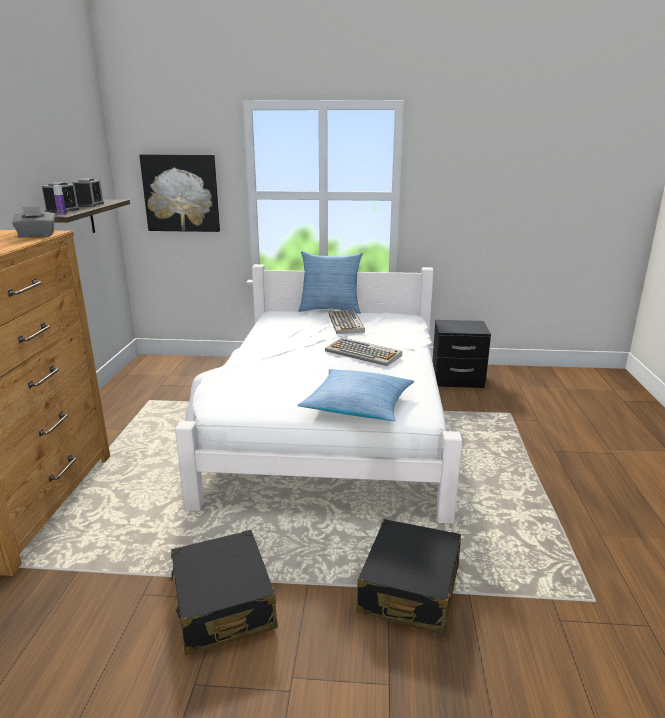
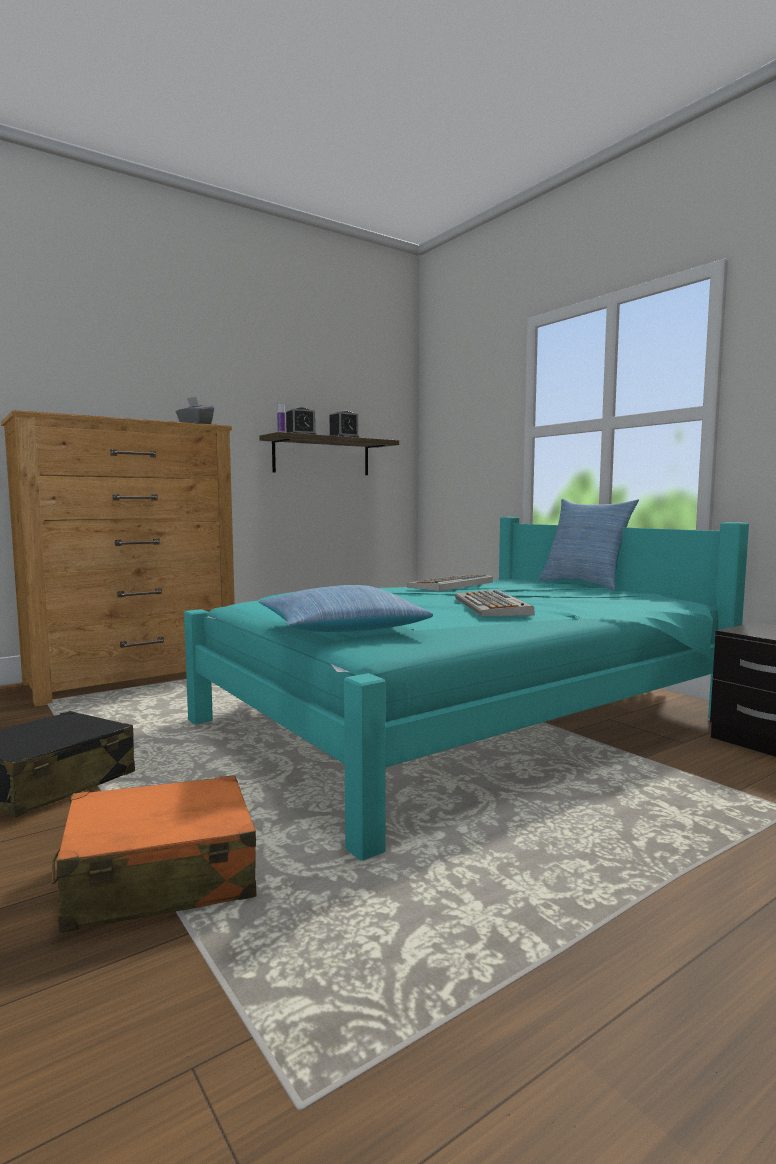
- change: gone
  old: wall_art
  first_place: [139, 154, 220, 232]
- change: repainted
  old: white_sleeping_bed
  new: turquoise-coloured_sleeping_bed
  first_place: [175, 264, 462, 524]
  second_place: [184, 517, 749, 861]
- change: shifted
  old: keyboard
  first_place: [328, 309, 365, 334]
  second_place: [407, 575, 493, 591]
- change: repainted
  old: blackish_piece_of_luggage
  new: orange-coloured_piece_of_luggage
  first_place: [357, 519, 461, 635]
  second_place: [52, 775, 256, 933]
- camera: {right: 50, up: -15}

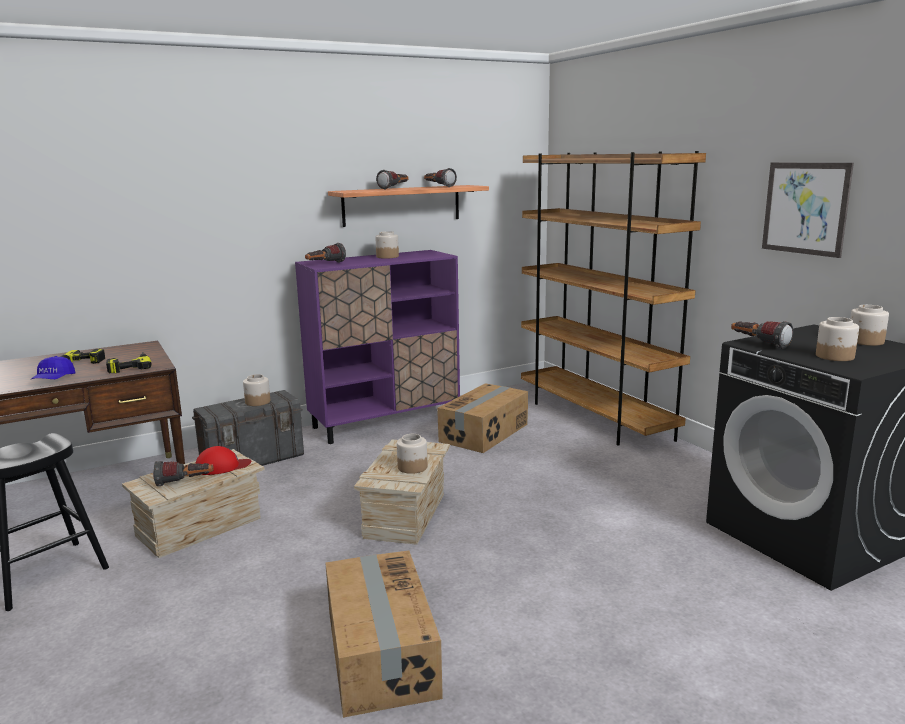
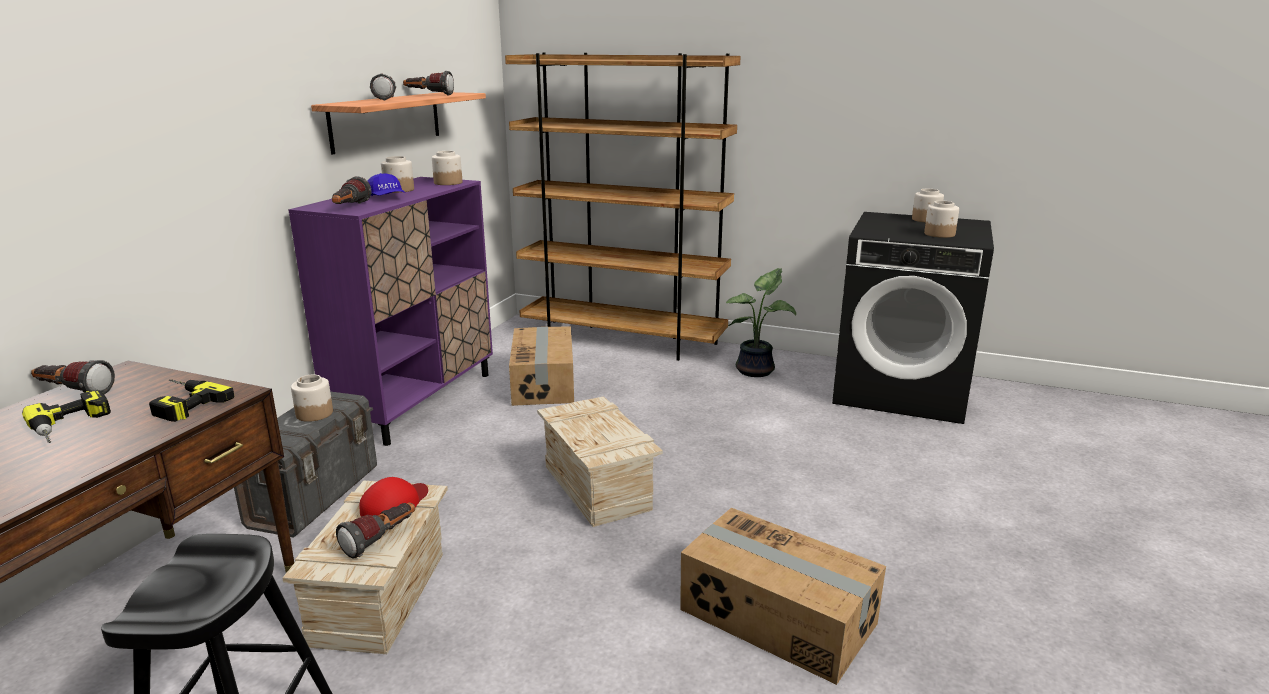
- change: shifted
  old: bluish_cap
  first_place: [31, 356, 76, 379]
  second_place: [368, 173, 405, 196]
- change: shifted
  old: preserve_jar
  first_place: [397, 434, 428, 474]
  second_place: [432, 151, 462, 185]
- change: shifted
  old: torch
  first_place: [731, 321, 793, 349]
  second_place: [31, 360, 115, 394]
- change: gone
  old: wall_art
  first_place: [762, 163, 854, 258]
- change: new
  new: potted_plant
  second_place: [726, 268, 796, 377]
- camera: {right: -40, up: 5}

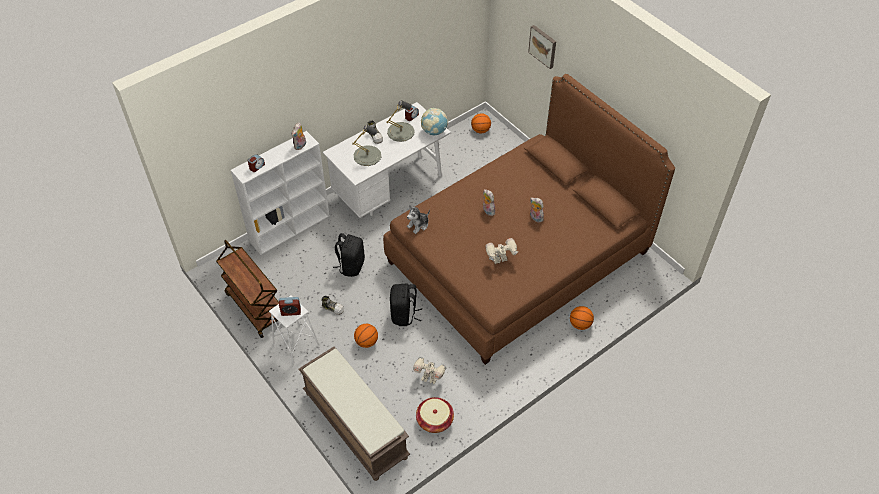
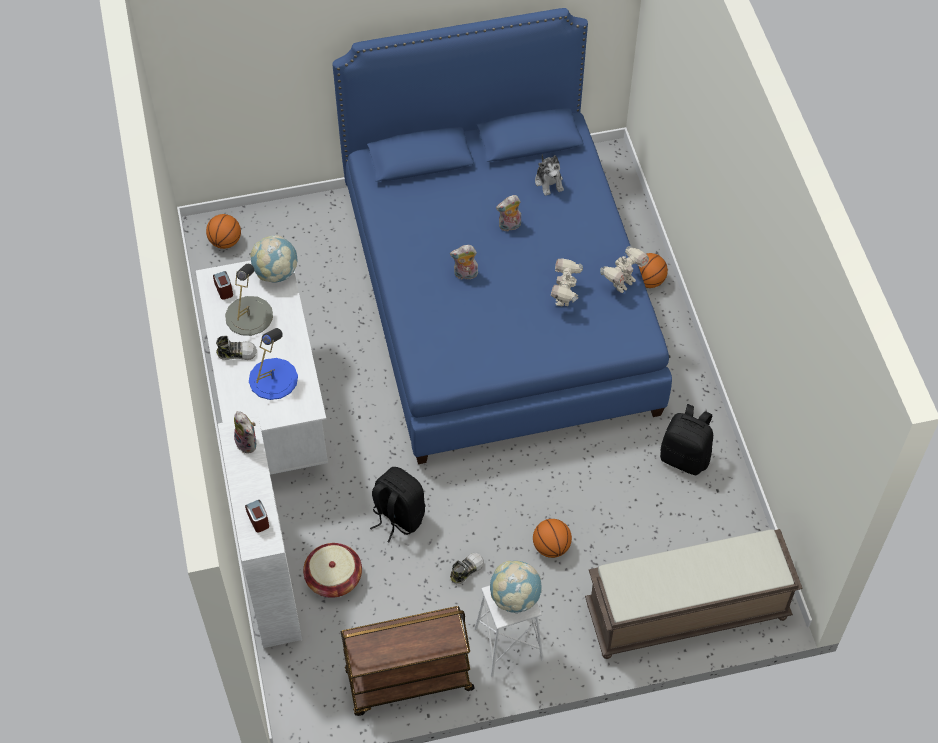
- change: swapped
  old: table_clock
  new: desk_globe
  first_place: [279, 297, 301, 316]
  second_place: [490, 561, 542, 614]
- change: repainted
  old: grey_table_lamp
  new: bluish_table_lamp
  first_place: [352, 125, 381, 166]
  second_place: [249, 328, 298, 400]
- change: repainted
  old: brown-coloured_sleeping_bed
  new: bluish_sleeping_bed
  first_place: [383, 74, 675, 365]
  second_place: [332, 8, 672, 464]
- change: shifted
  old: blackish_rucksack
  first_place: [390, 283, 422, 326]
  second_place: [660, 404, 713, 475]
- change: shifted
  old: cuddly_toy
  first_place: [407, 205, 430, 234]
  second_place: [535, 154, 564, 196]
- change: shifted
  old: model_robot
  first_place: [413, 357, 446, 384]
  second_place: [600, 246, 649, 293]
- change: shifted
  old: storage_basket
  first_place: [416, 397, 454, 433]
  second_place: [303, 543, 362, 598]
- change: gone
  old: wall_art
  first_place: [528, 25, 556, 69]
- camera: {right: -65, up: 5}

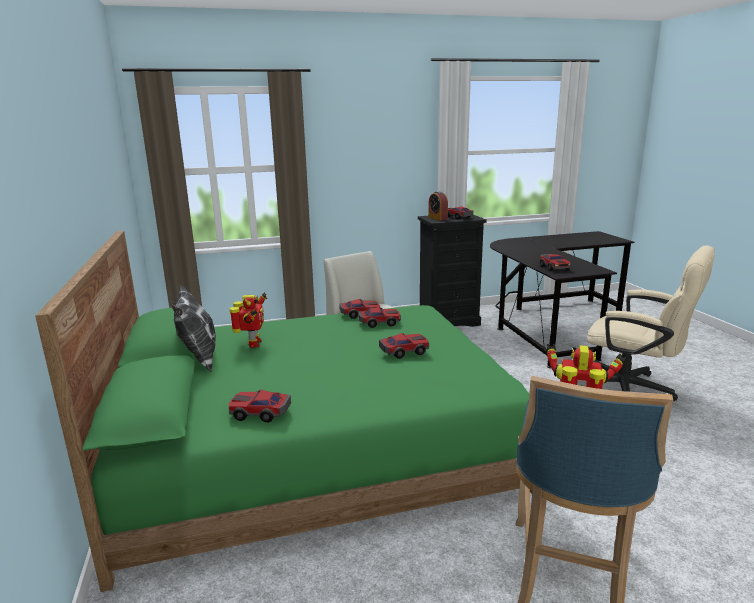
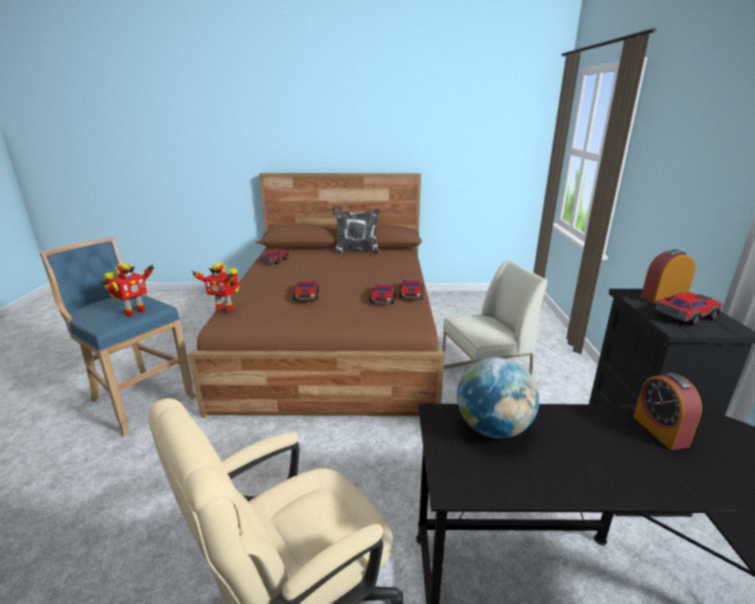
- change: repainted
  old: green-coloured_sleeping_bed
  new: brown-coloured_sleeping_bed
  first_place: [35, 231, 532, 592]
  second_place: [188, 173, 445, 418]
- change: shifted
  old: model_robot
  first_place: [230, 292, 267, 348]
  second_place: [192, 263, 240, 312]
- change: swapped
  old: miniature_car
  new: desk_globe
  first_place: [540, 254, 571, 271]
  second_place: [457, 357, 539, 438]
- change: new
  new: table_clock
  second_place: [633, 373, 702, 450]
- camera: {right: 105, up: 5}

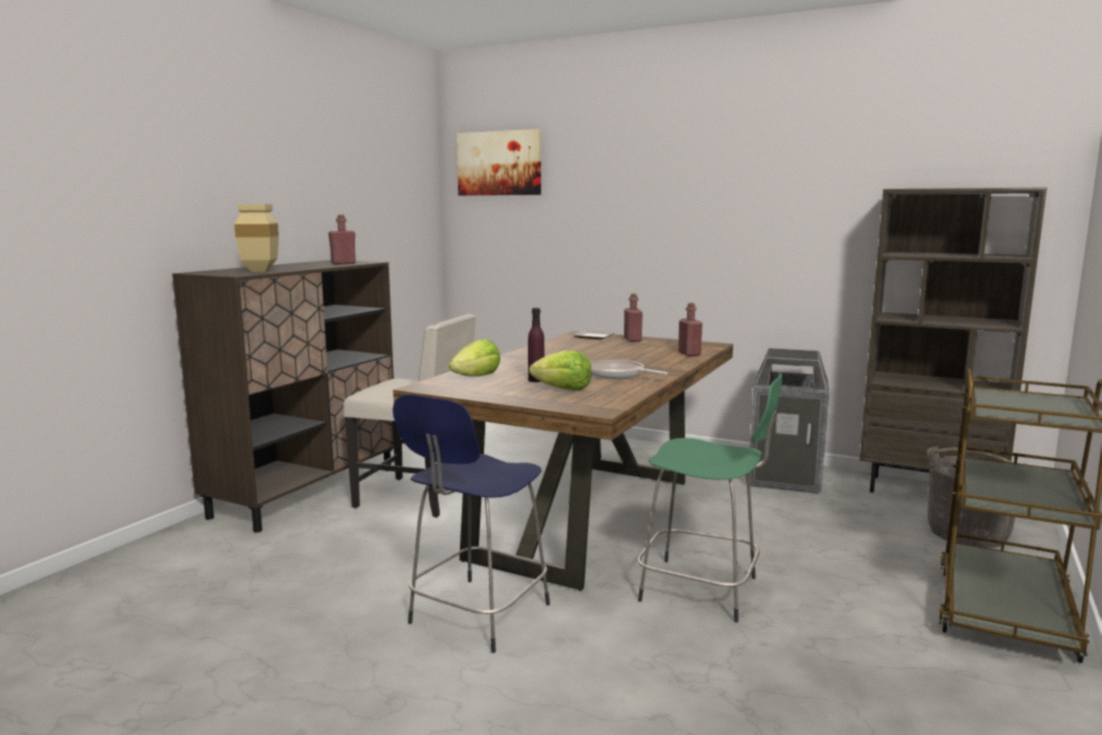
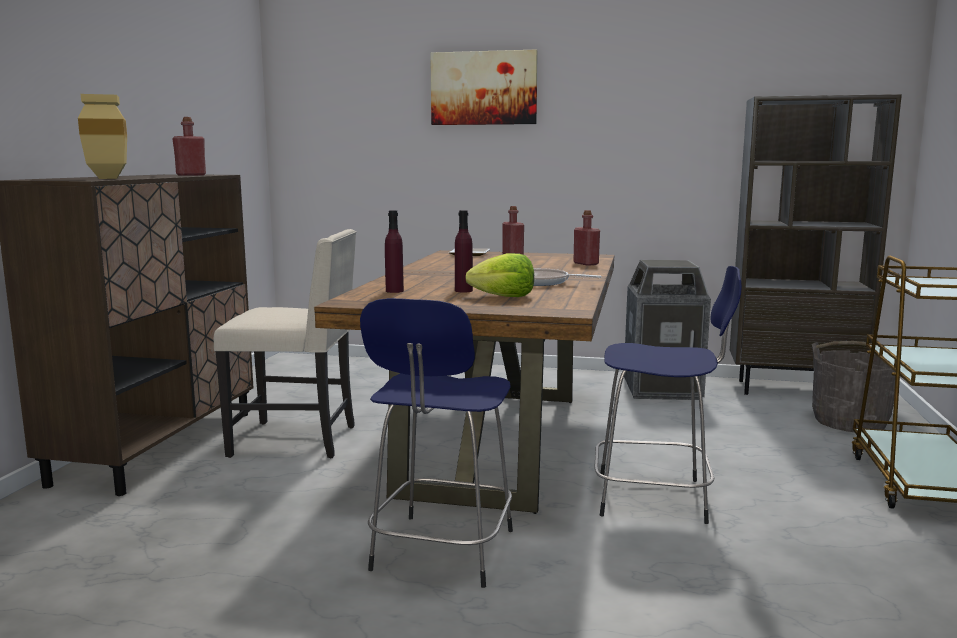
- change: swapped
  old: lettuce
  new: purplish_bottle
  first_place: [449, 339, 500, 377]
  second_place: [385, 210, 404, 293]
- change: shifted
  old: wall_art
  first_place: [457, 129, 541, 196]
  second_place: [430, 49, 538, 125]
- change: repainted
  old: green-coloured_sitting_stool
  new: bluish_sitting_stool
  first_place: [638, 373, 783, 623]
  second_place: [594, 266, 742, 524]
- camera: {right: -15, up: 0}

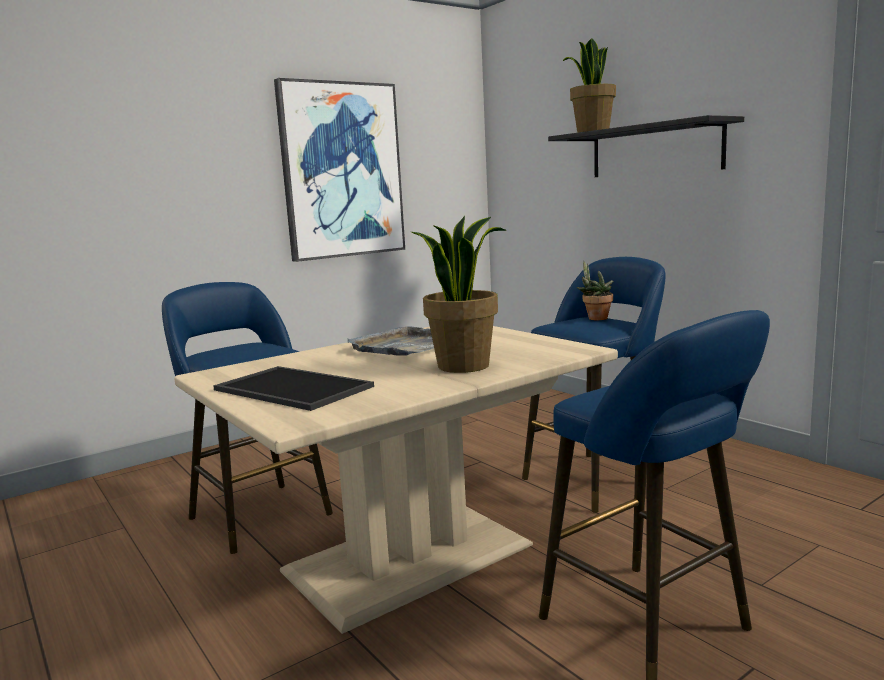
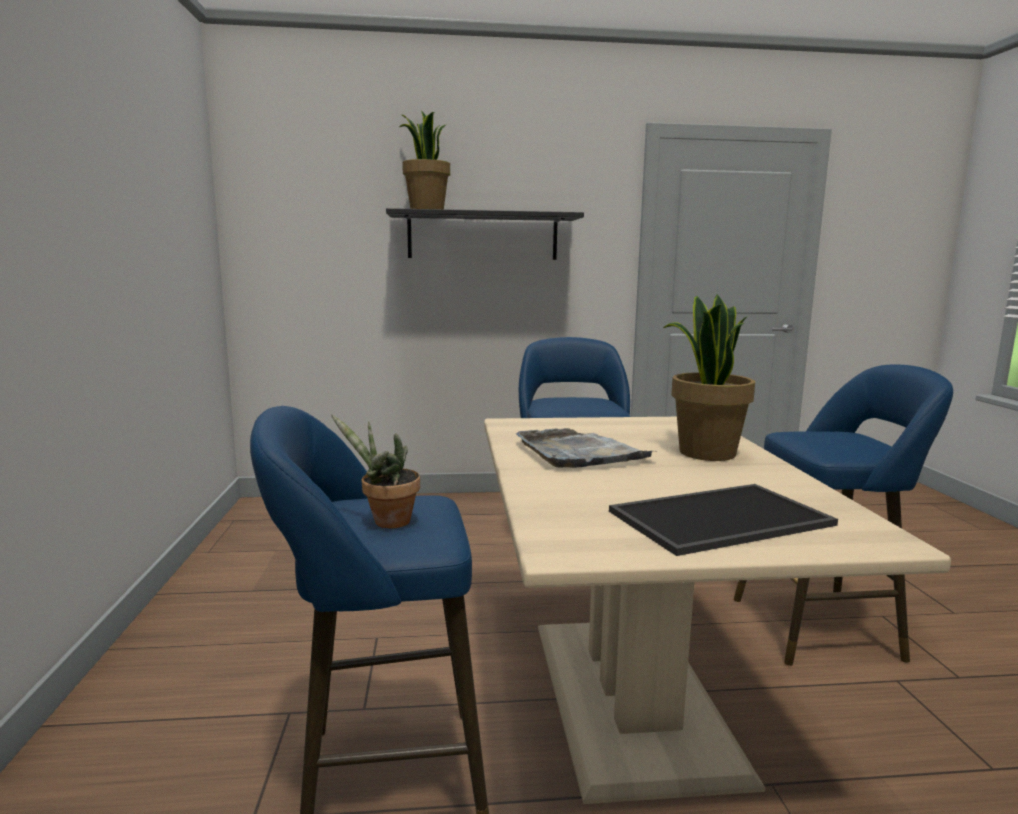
- change: gone
  old: wall_art
  first_place: [274, 78, 405, 262]
- change: shifted
  old: potted_plant
  first_place: [577, 261, 613, 320]
  second_place: [331, 415, 420, 528]
- camera: {right: -60, up: 0}

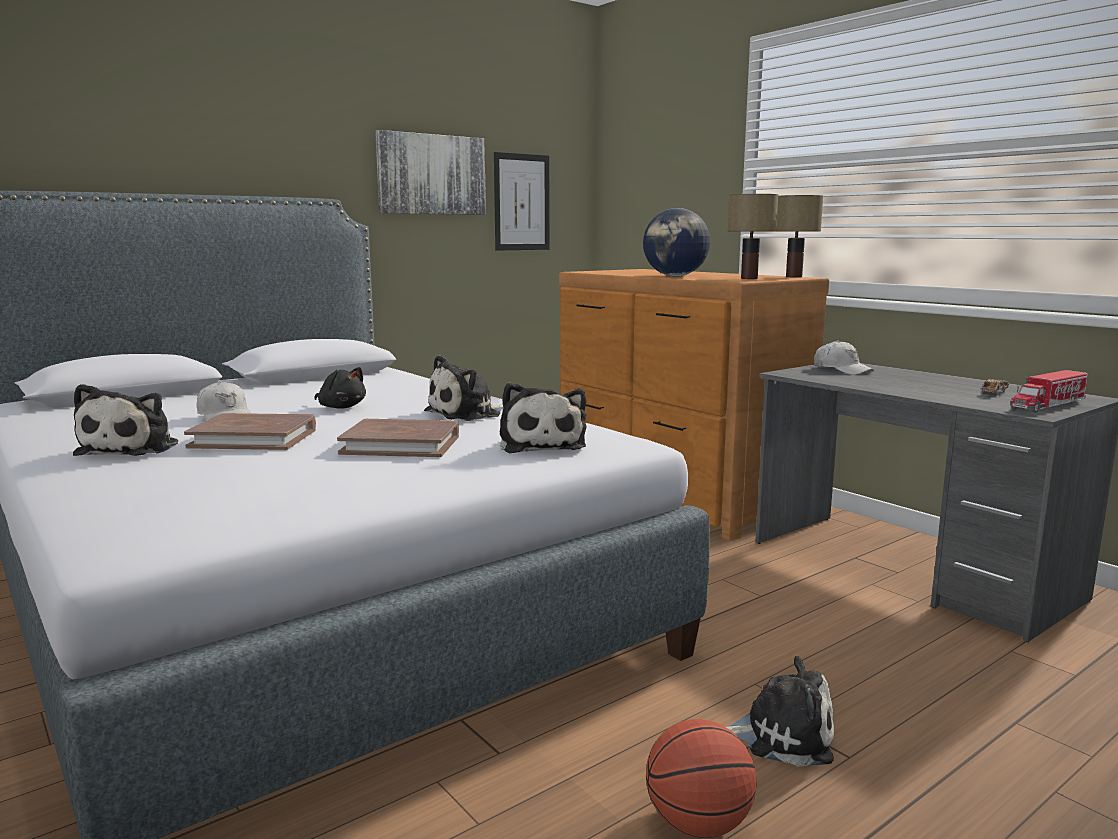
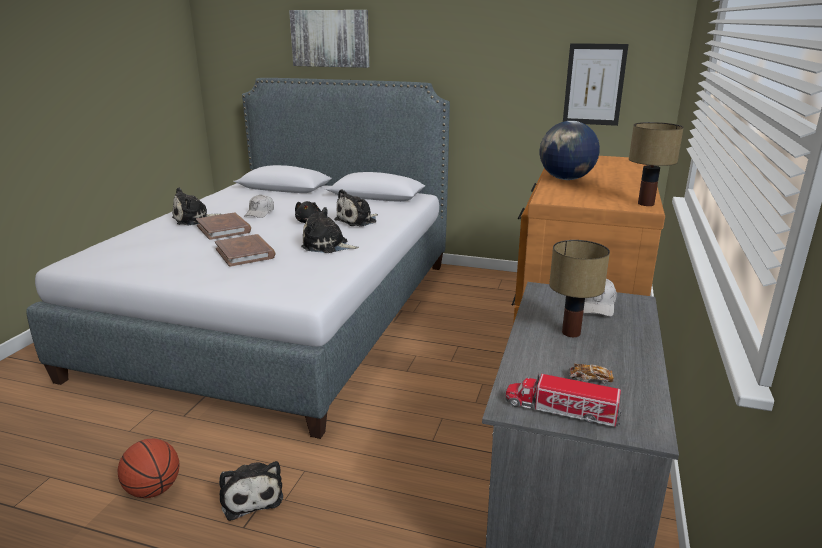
- change: shifted
  old: wall_art
  first_place: [375, 130, 486, 215]
  second_place: [289, 10, 369, 68]
- change: shifted
  old: cuddly_toy
  first_place: [500, 382, 586, 453]
  second_place: [334, 189, 378, 227]
- change: shifted
  old: table_lamp
  first_place: [728, 194, 778, 279]
  second_place: [549, 240, 610, 337]
- camera: {right: 55, up: 10}

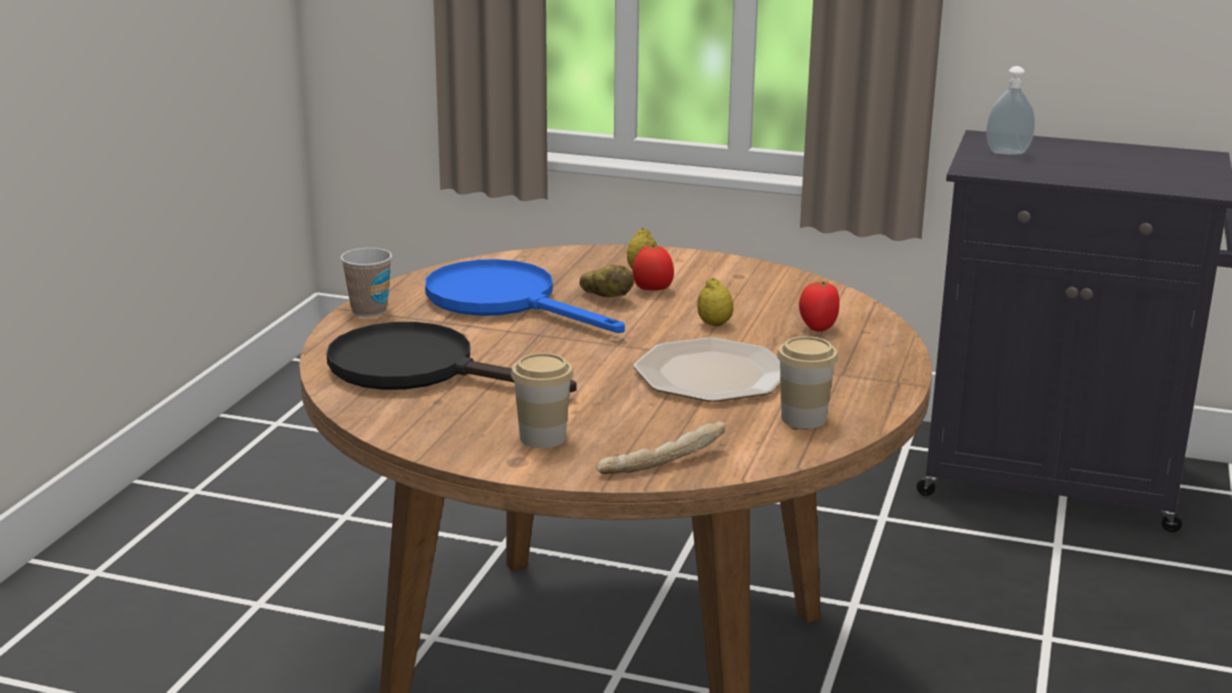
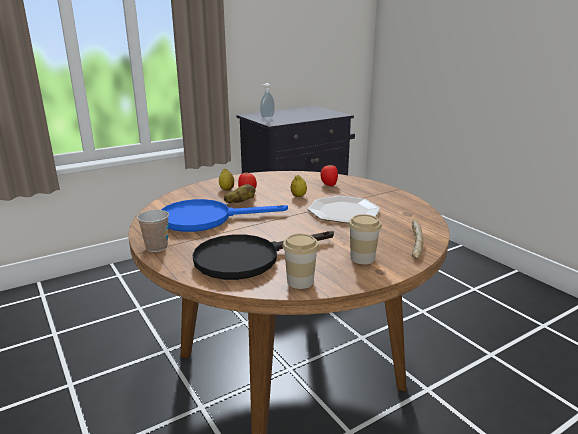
- change: shifted
  old: cup
  first_place: [777, 336, 838, 429]
  second_place: [283, 234, 319, 289]
- camera: {right: -50, up: 0}

